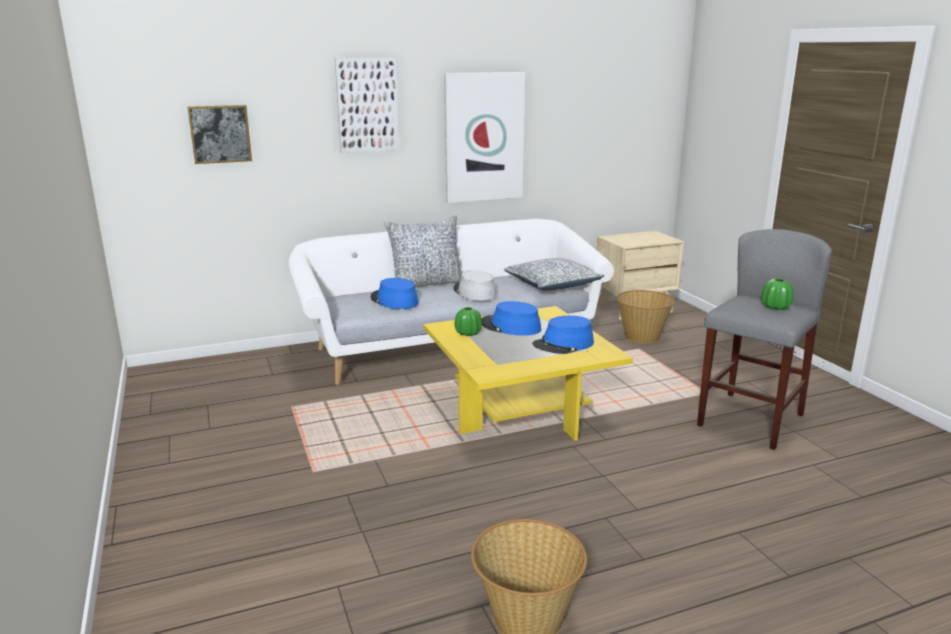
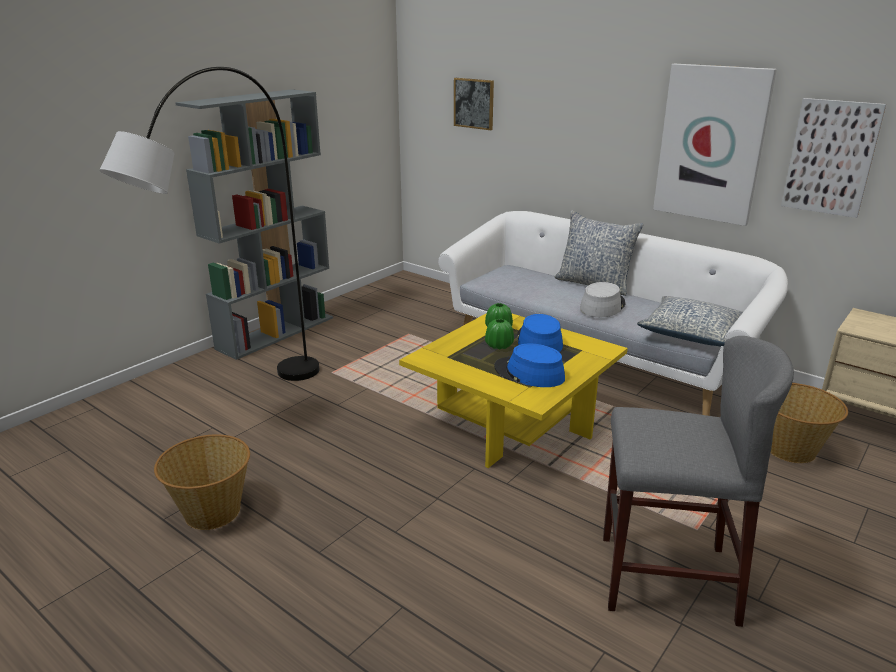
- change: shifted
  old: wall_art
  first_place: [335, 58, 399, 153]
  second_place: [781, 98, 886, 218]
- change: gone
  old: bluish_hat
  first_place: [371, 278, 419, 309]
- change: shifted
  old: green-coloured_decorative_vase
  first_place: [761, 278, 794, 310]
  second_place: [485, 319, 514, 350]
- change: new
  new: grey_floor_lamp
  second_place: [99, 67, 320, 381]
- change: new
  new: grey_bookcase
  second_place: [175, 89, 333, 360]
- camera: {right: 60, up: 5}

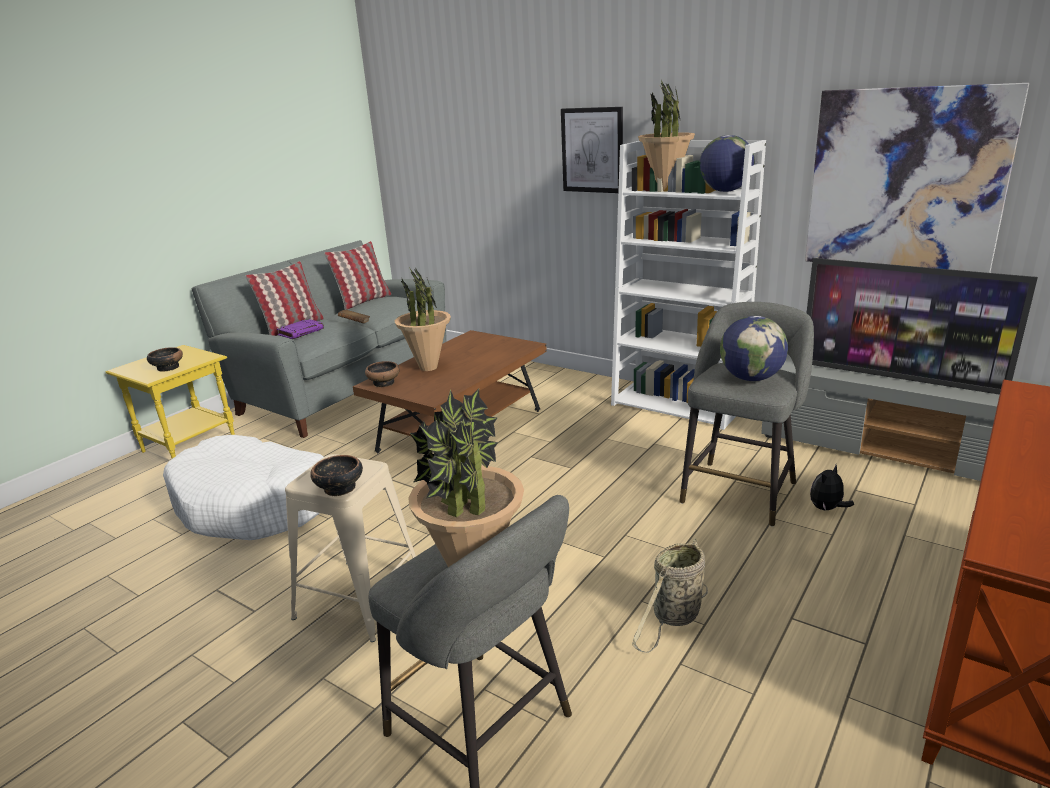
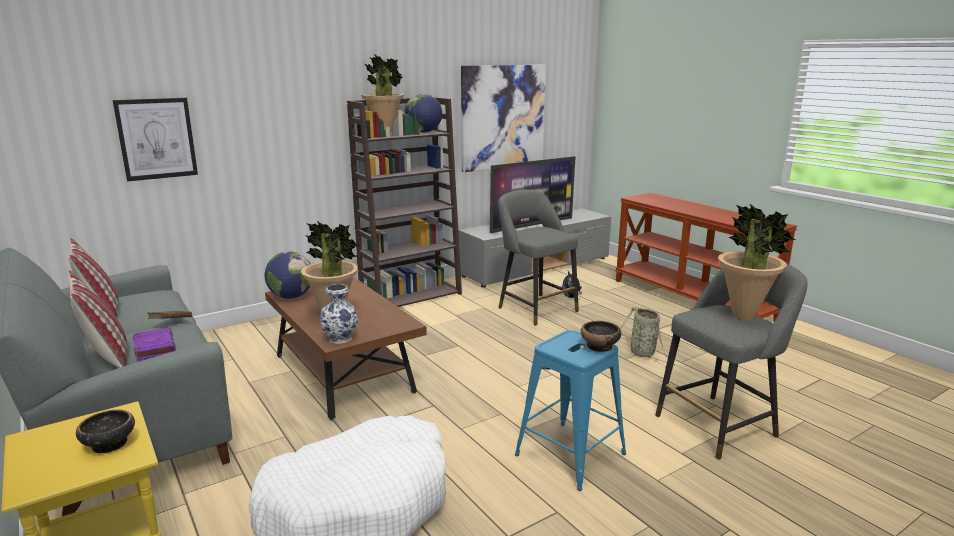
- change: repainted
  old: sand-coloured_sitting_stool
  new: bluish_sitting_stool
  first_place: [285, 454, 416, 642]
  second_place: [515, 330, 626, 491]
- change: swapped
  old: deep_dish
  new: decorative_vase
  first_place: [365, 361, 400, 387]
  second_place: [320, 284, 358, 344]
- change: shifted
  old: wall_art
  first_place: [561, 107, 623, 193]
  second_place: [113, 98, 198, 181]
- change: repainted
  old: white_bookcase
  new: brown-coloured_bookcase
  first_place: [611, 140, 766, 430]
  second_place: [347, 97, 462, 307]
- change: shifted
  old: desk_globe
  first_place: [720, 316, 788, 381]
  second_place: [265, 251, 310, 299]
- camera: {right: -70, up: -5}

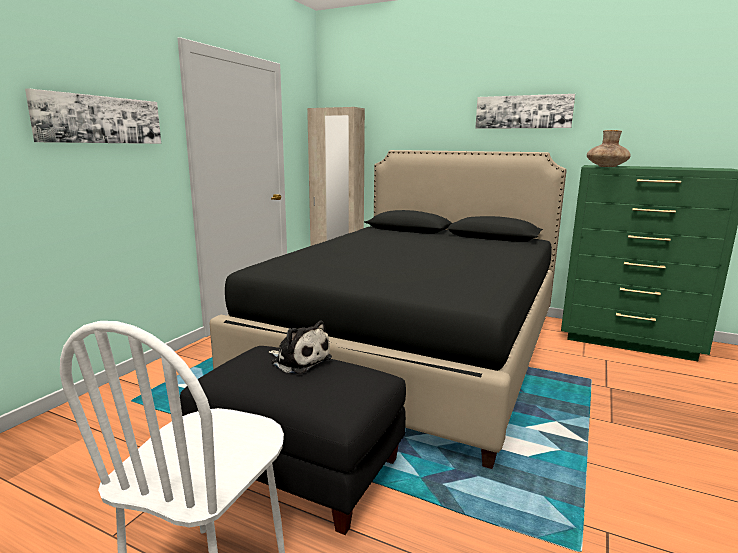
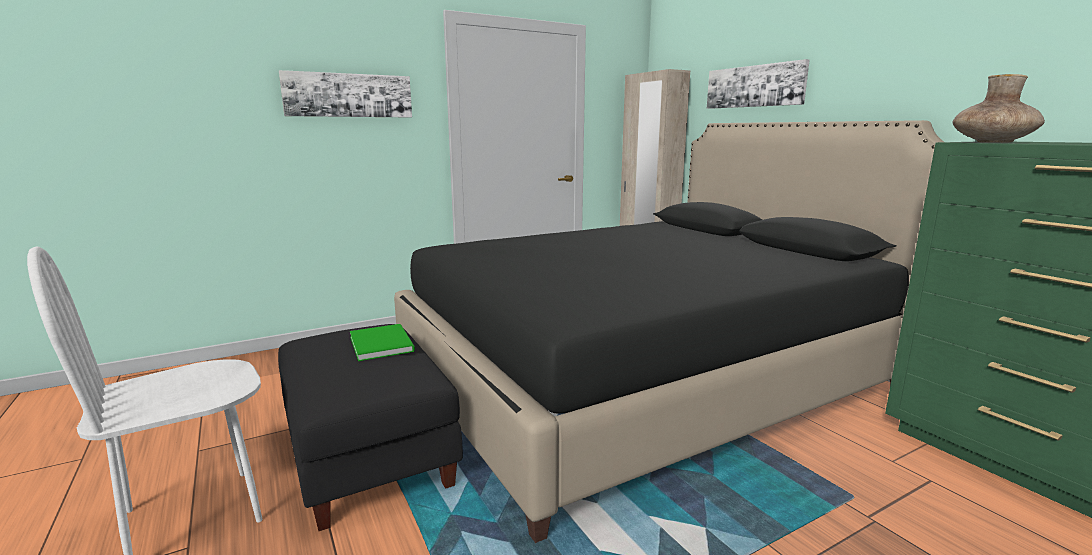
- change: swapped
  old: cuddly_toy
  new: green-coloured_volume
  first_place: [269, 321, 332, 374]
  second_place: [350, 324, 415, 361]
- change: shifted
  old: wall_art
  first_place: [475, 94, 575, 129]
  second_place: [707, 59, 810, 109]
- camera: {right: 35, up: 0}

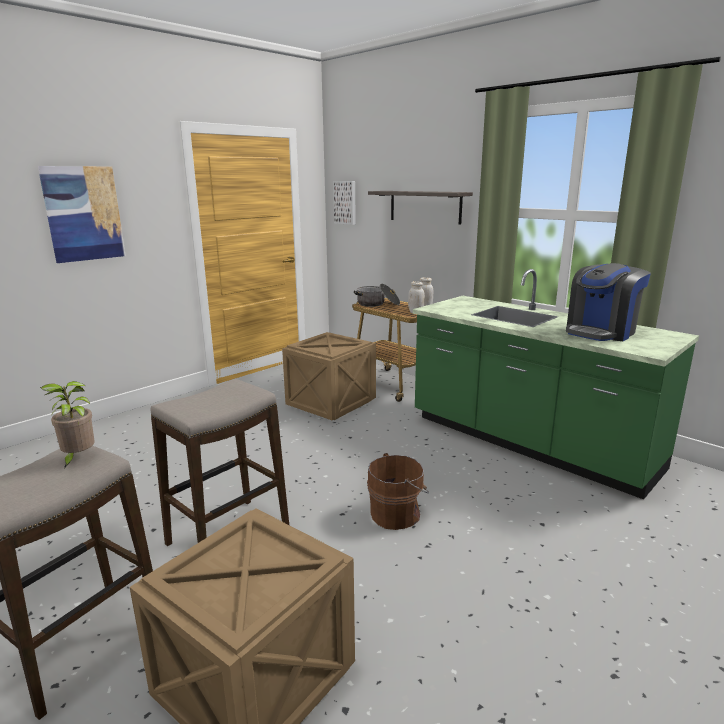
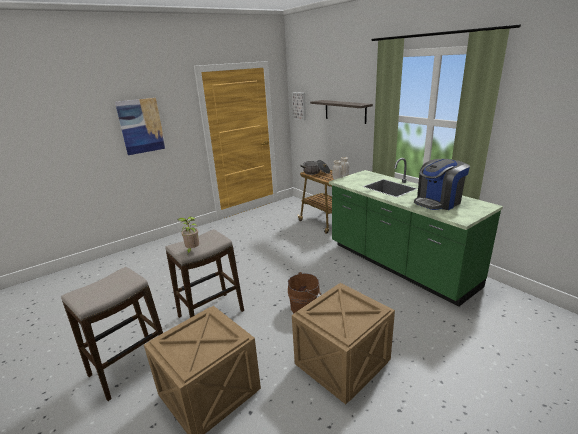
- change: shifted
  old: potted_plant
  first_place: [40, 381, 95, 469]
  second_place: [177, 217, 199, 255]
- change: shifted
  old: crate
  first_place: [282, 332, 376, 420]
  second_place: [292, 283, 395, 404]
- camera: {right: 10, up: 5}

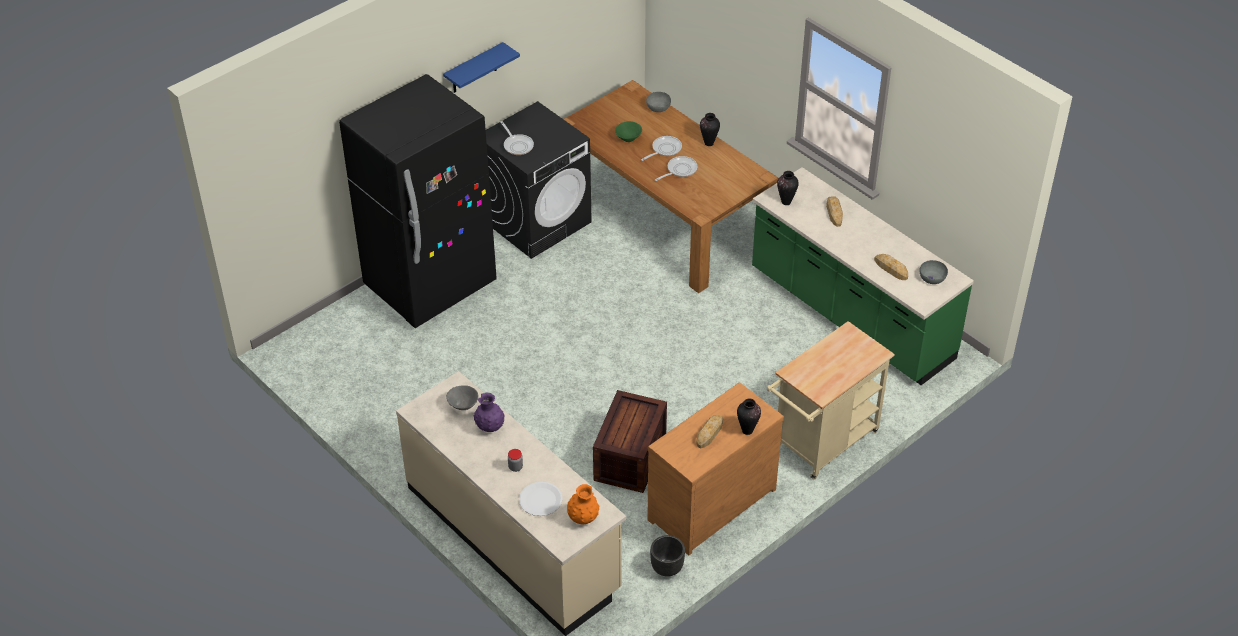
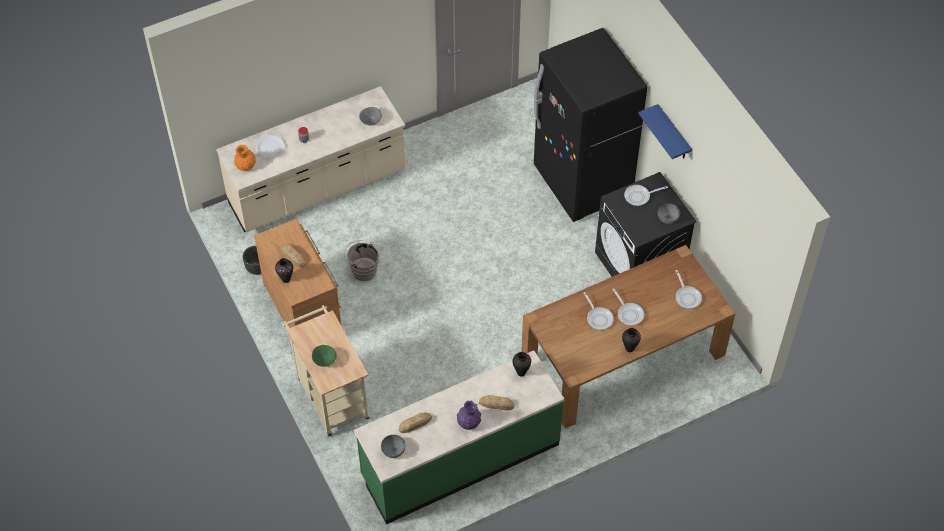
- change: shifted
  old: purplish_decorative_vase
  first_place: [474, 392, 505, 432]
  second_place: [457, 401, 481, 430]
- change: swapped
  old: crate
  new: brown-coloured_bucket
  first_place: [593, 390, 667, 493]
  second_place: [344, 240, 379, 281]
- change: shifted
  old: green-coloured_deep_dish
  first_place: [615, 121, 642, 142]
  second_place: [312, 345, 337, 367]
- change: shifted
  old: grey_deep_dish
  first_place: [646, 92, 671, 112]
  second_place: [658, 203, 680, 224]
- change: new
  new: frying_pan
  second_place: [675, 270, 702, 309]
- camera: {right: 105, up: 10}

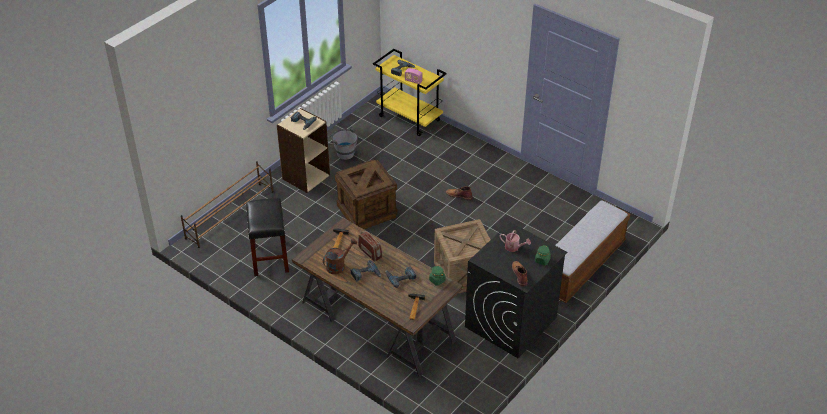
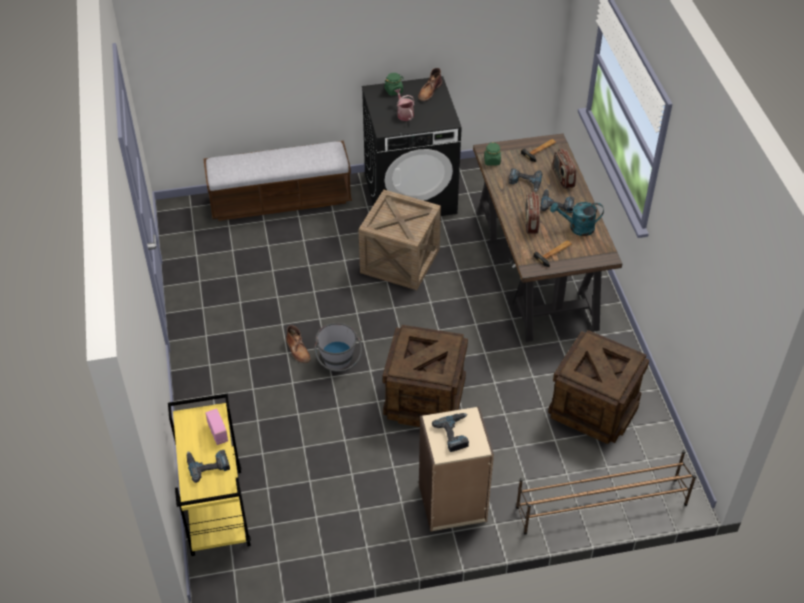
- change: swapped
  old: blackish_sitting_stool
  new: crate
  first_place: [246, 198, 289, 276]
  second_place: [548, 330, 649, 444]
- change: repainted
  old: brown-coloured_sprinkling_can
  new: turquoise-coloured_sprinkling_can
  first_place: [323, 238, 357, 274]
  second_place: [550, 202, 604, 236]
- change: shifted
  old: grey_bucket
  first_place: [328, 128, 358, 160]
  second_place: [314, 323, 362, 372]
- change: new
  new: radio
  second_place: [552, 149, 577, 189]
- camera: {right: -140, up: 5}

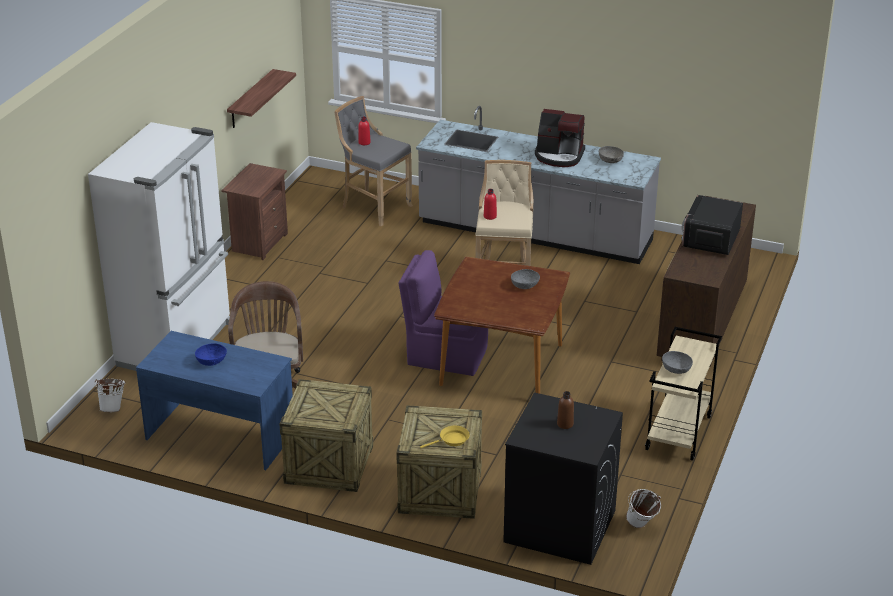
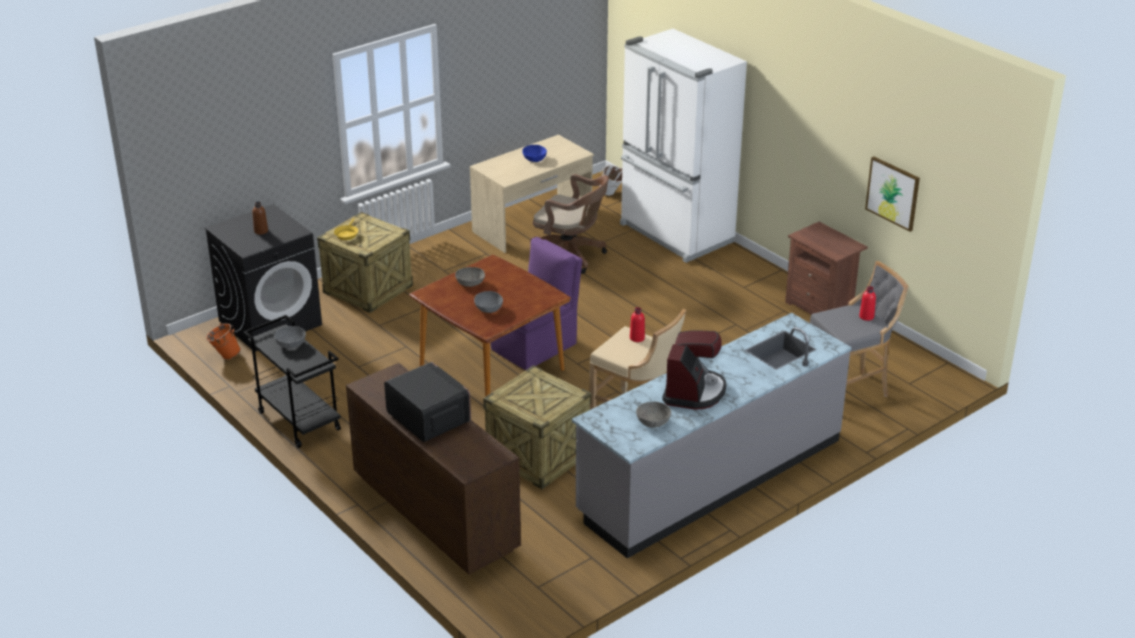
- change: repainted
  old: bluish_desk_unit
  new: sand-coloured_desk_unit
  first_place: [136, 331, 293, 470]
  second_place: [470, 135, 594, 253]
- change: swapped
  old: wall_shelf
  new: wall_art
  first_place: [227, 69, 296, 128]
  second_place: [865, 157, 920, 232]
- change: shifted
  old: crate
  first_place: [279, 379, 373, 492]
  second_place: [483, 365, 591, 489]
- change: rotated
  old: coffee_brewer
  first_place: [535, 109, 585, 167]
  second_place: [662, 330, 726, 410]
  degrees: 150
- change: repainted
  old: white_bucket
  new: orange-coloured_bucket
  first_place: [626, 489, 661, 528]
  second_place: [206, 323, 241, 360]
- change: repainted
  old: sand-coloured_trolley
  new: blackish_trolley
  first_place: [645, 327, 722, 461]
  second_place: [243, 315, 341, 448]
- change: new
  new: grey_deep_dish
  second_place: [455, 267, 485, 287]
- camera: {right: 120, up: 0}

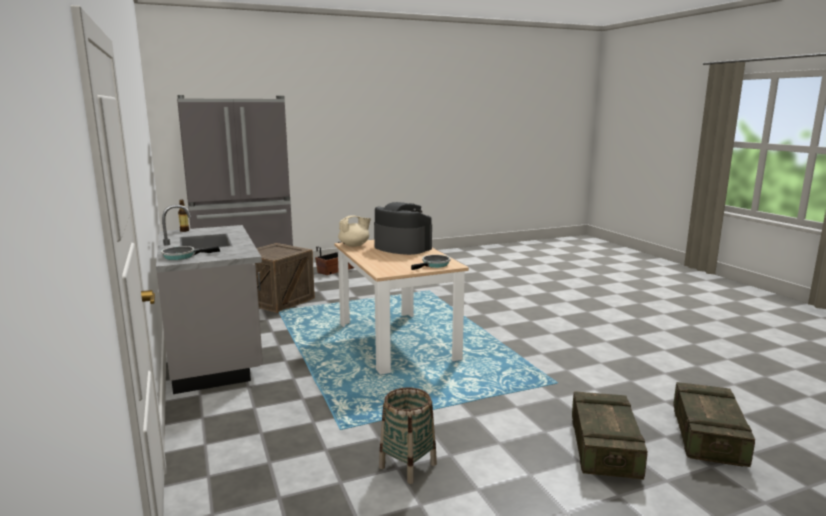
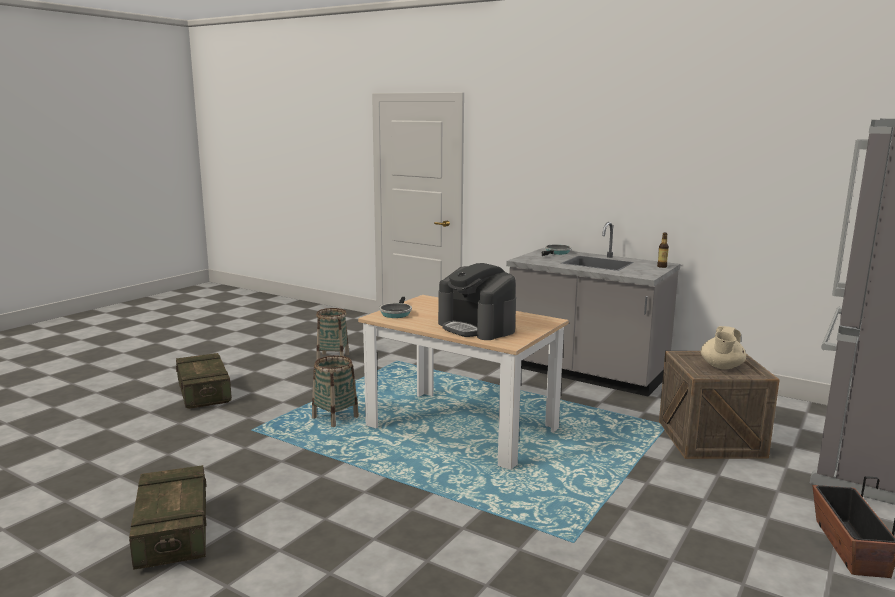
- change: shifted
  old: sand-coloured_pot_for_tea
  first_place: [338, 215, 371, 247]
  second_place: [701, 326, 746, 369]
- change: rotated
  old: coffee_brewer
  first_place: [374, 202, 432, 255]
  second_place: [438, 263, 516, 340]
  degrees: 45
- change: shifted
  old: crate
  first_place: [673, 382, 755, 467]
  second_place: [129, 465, 207, 570]
- change: new
  new: storage_basket
  second_place: [312, 356, 359, 427]
- camera: {right: 145, up: 0}

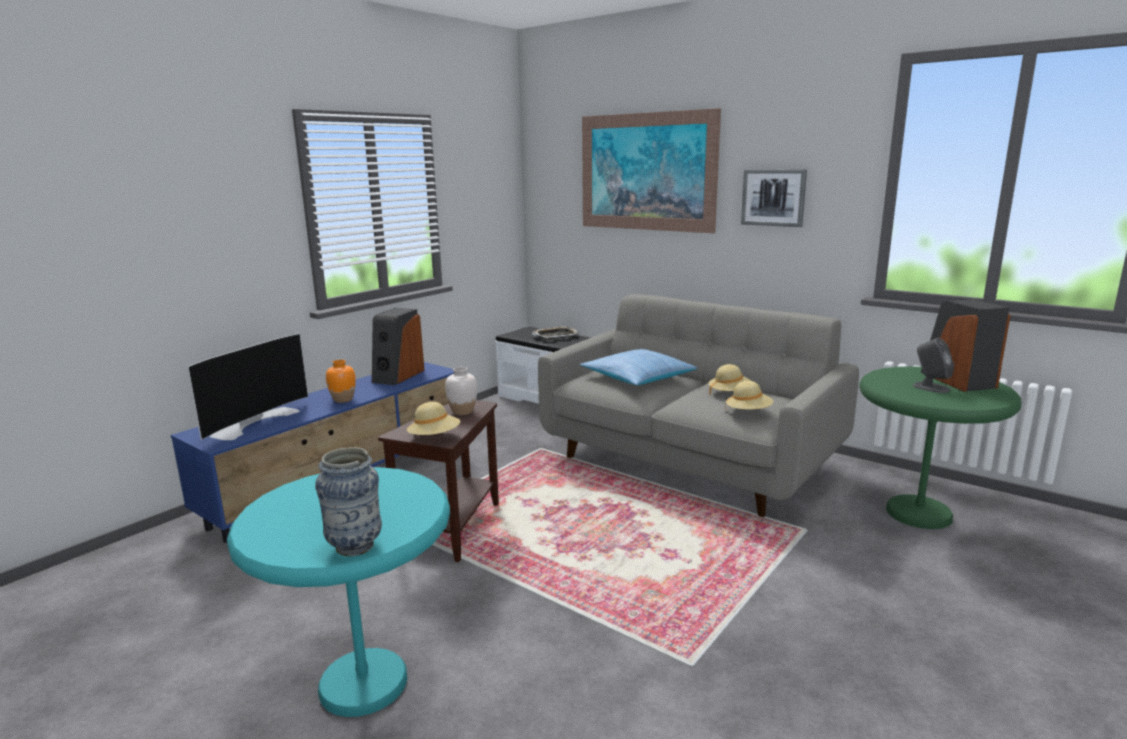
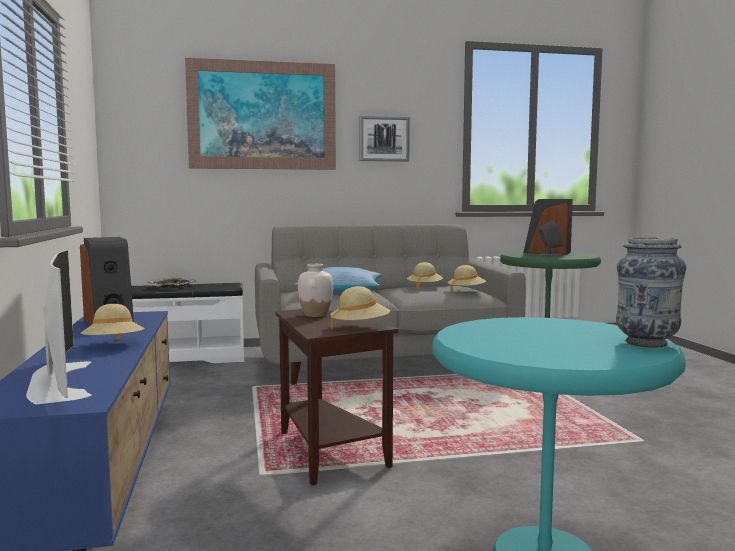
- change: swapped
  old: orange-coloured_decorative_vase
  new: sand-coloured_hat
  first_place: [326, 360, 356, 403]
  second_place: [81, 304, 145, 339]
- camera: {right: -50, up: -10}

